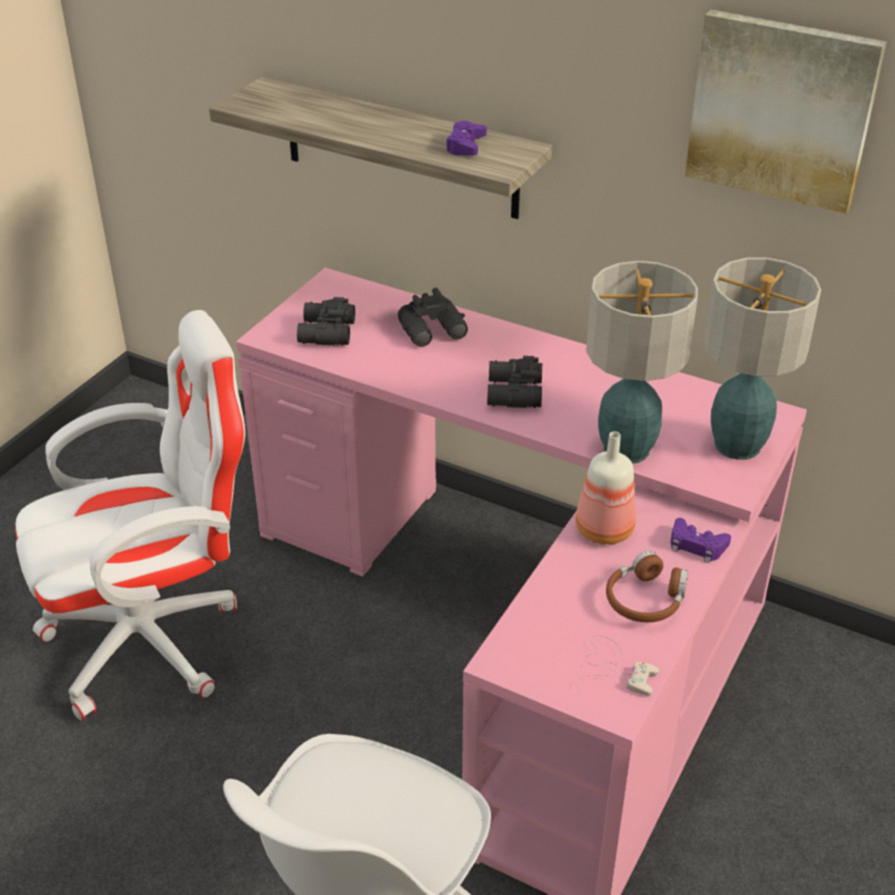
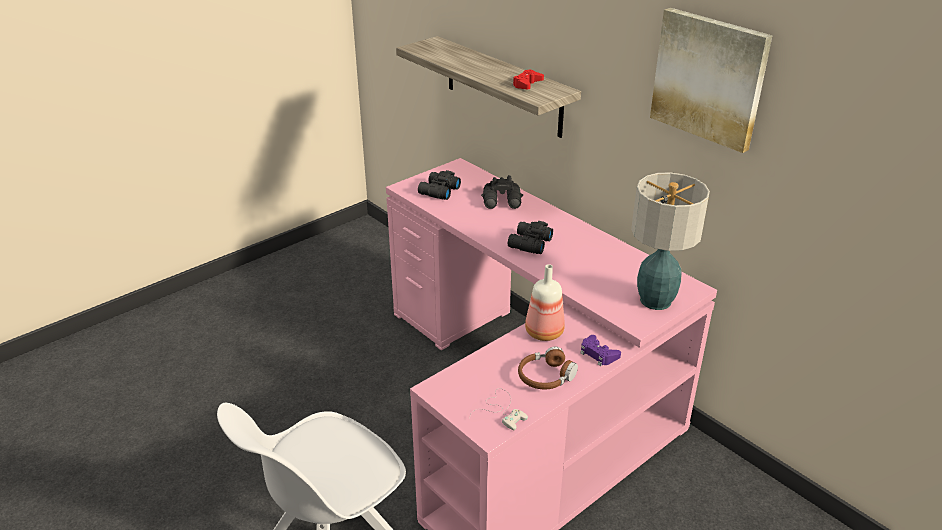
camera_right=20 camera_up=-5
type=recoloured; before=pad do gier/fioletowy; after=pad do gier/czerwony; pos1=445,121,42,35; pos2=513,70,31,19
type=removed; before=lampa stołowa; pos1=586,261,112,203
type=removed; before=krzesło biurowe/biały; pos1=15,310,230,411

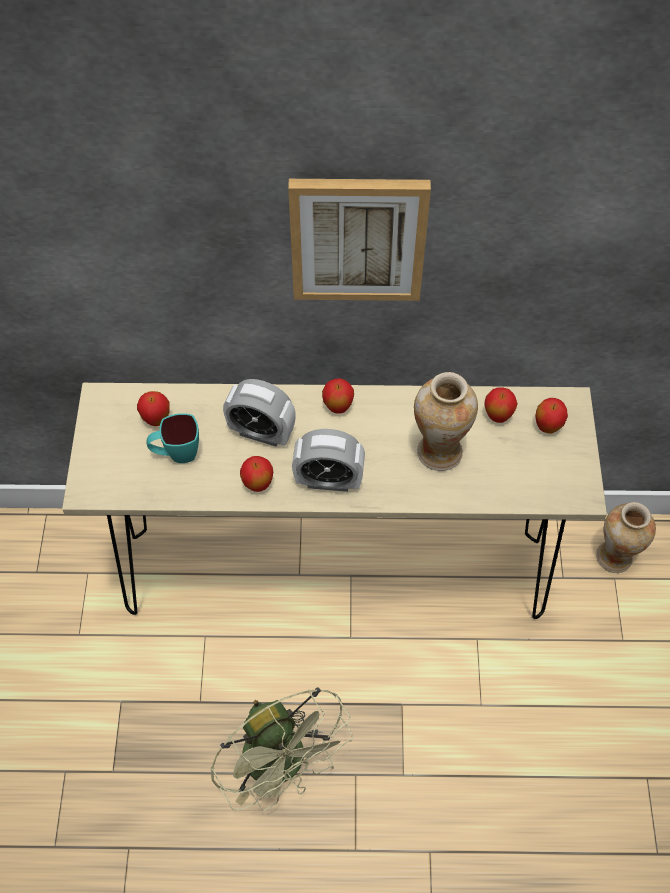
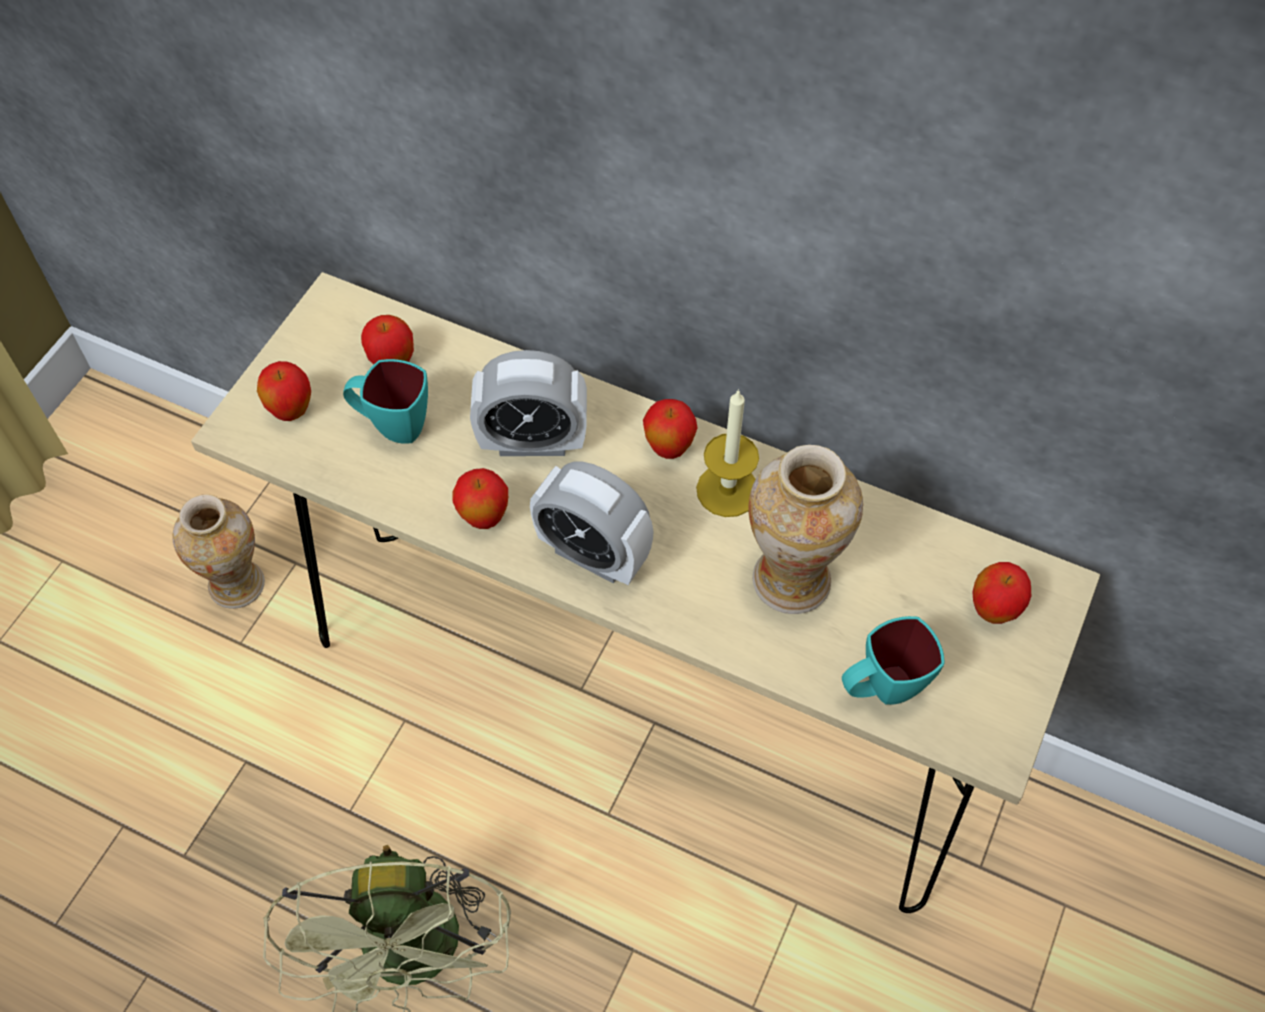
camera_right=25 camera_up=0
type=removed; before=obraz; pos1=288,179,143,122
type=turned; before=budzik; pos1=223,379,73,68; pos2=470,350,117,106; turn=-45
type=moved; before=jabłko; pos1=485,387,32,36; pos2=257,361,54,60
type=moved; before=wazon; pos1=596,502,60,71; pos2=172,494,93,115
type=added; after=świeca; pos2=696,389,63,128
type=added; after=kubek/turkusowy; pos2=842,616,103,89

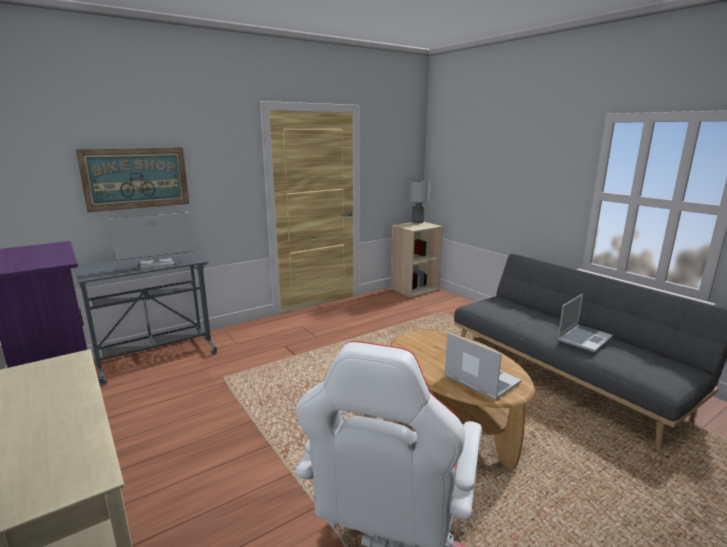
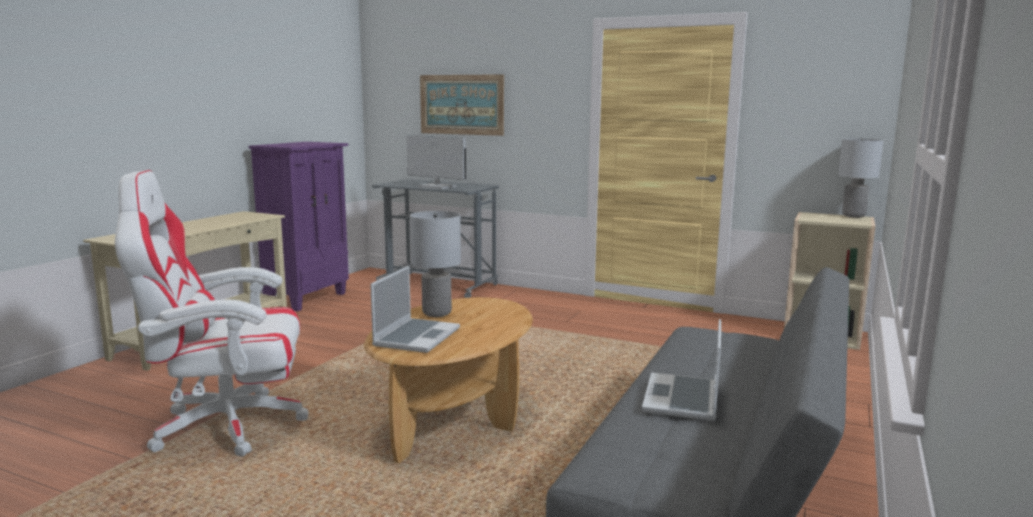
camera_right=60 camera_up=-5
type=turned; before=laptop; pos1=557,294,56,58; pos2=642,319,79,102; turn=90
type=added; after=lampa stołowa/szary; pos2=410,211,51,106

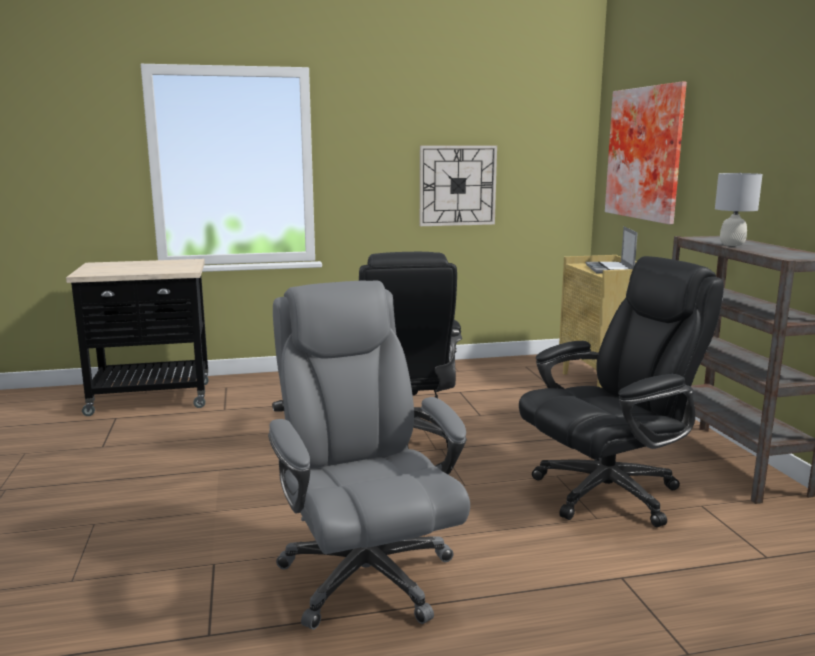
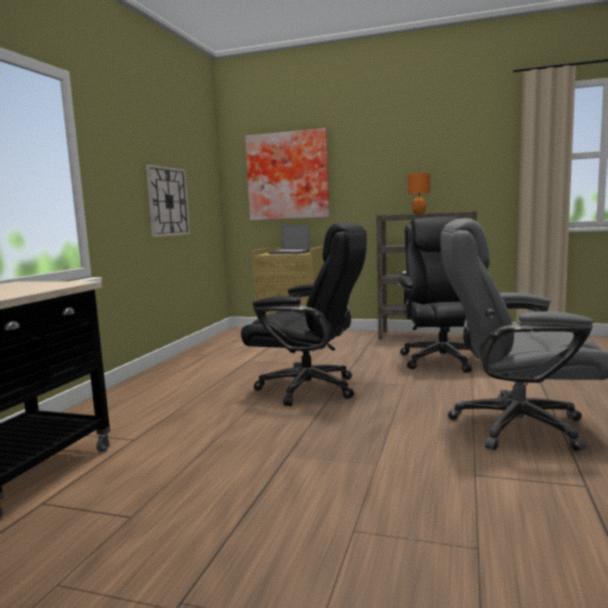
camera_right=-60 camera_up=-5
type=recoloured; before=lampa stołowa/szary; after=lampa stołowa/pomarańczowy; pos1=715,173,48,73; pos2=408,173,22,41

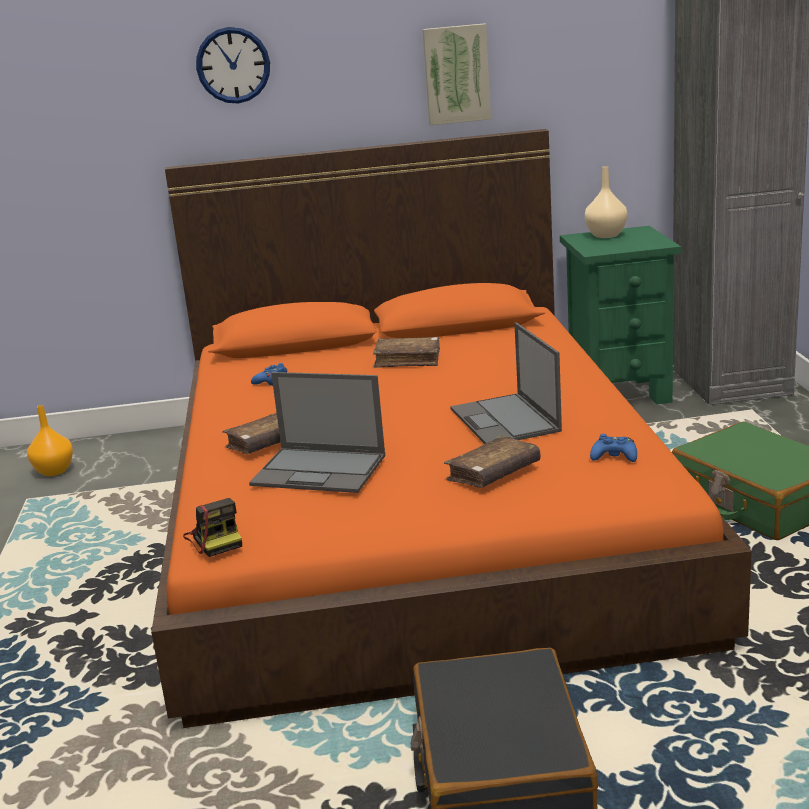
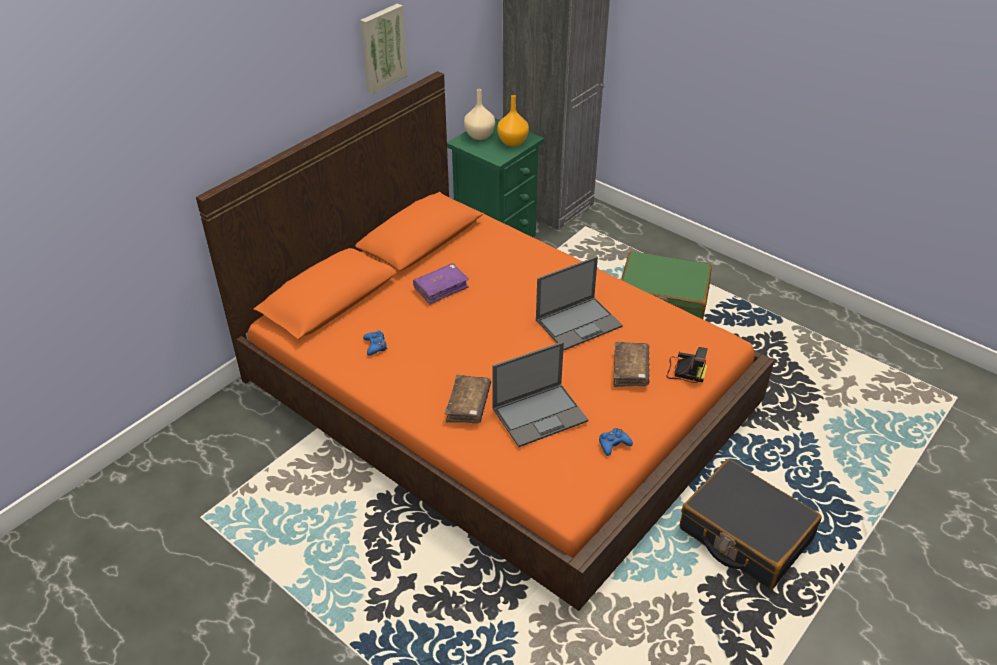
camera_right=-45 camera_up=20
type=removed; before=zegar ścienny; pos1=196,27,74,76
type=turned; before=laptop; pos1=450,323,112,121; pos2=536,256,87,94; turn=-60
type=recoloured; before=książka/brązowy; after=książka/fioletowy; pos1=373,337,67,31; pos2=413,263,56,42
type=moved; before=wazon/pomarańczowy; pos1=27,405,46,71; pos2=497,95,32,52
type=moved; before=pad do gier/niebieski; pos1=590,434,47,28; pos2=599,428,34,28
type=moved; before=aparat fotograficzny; pos1=183,498,59,59; pos2=666,347,42,36

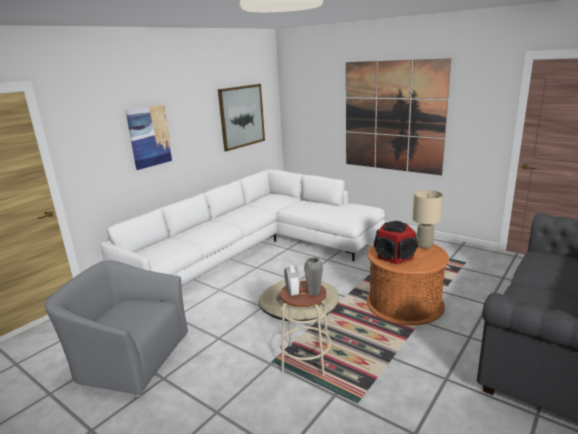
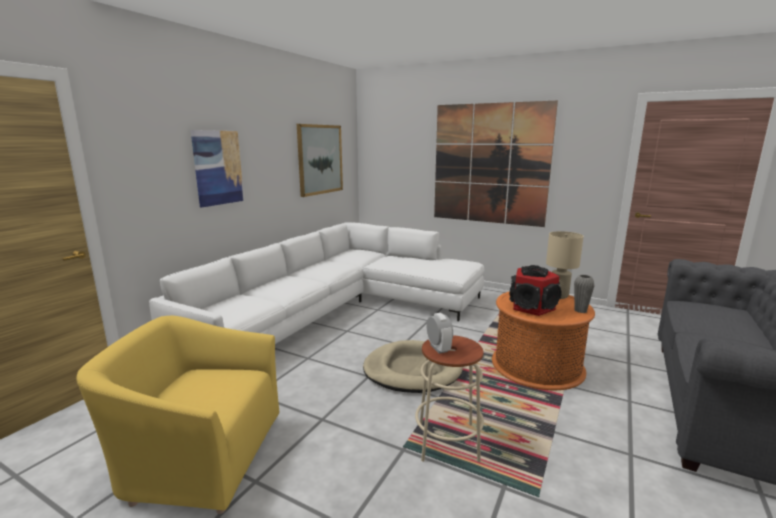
camera_right=-10 camera_up=-5
type=moved; before=wazon/szary; pos1=304,257,19,39; pos2=574,275,20,38
type=recoloured; before=fotel/szary; after=fotel/żółty; pos1=45,260,143,137; pos2=76,316,203,198

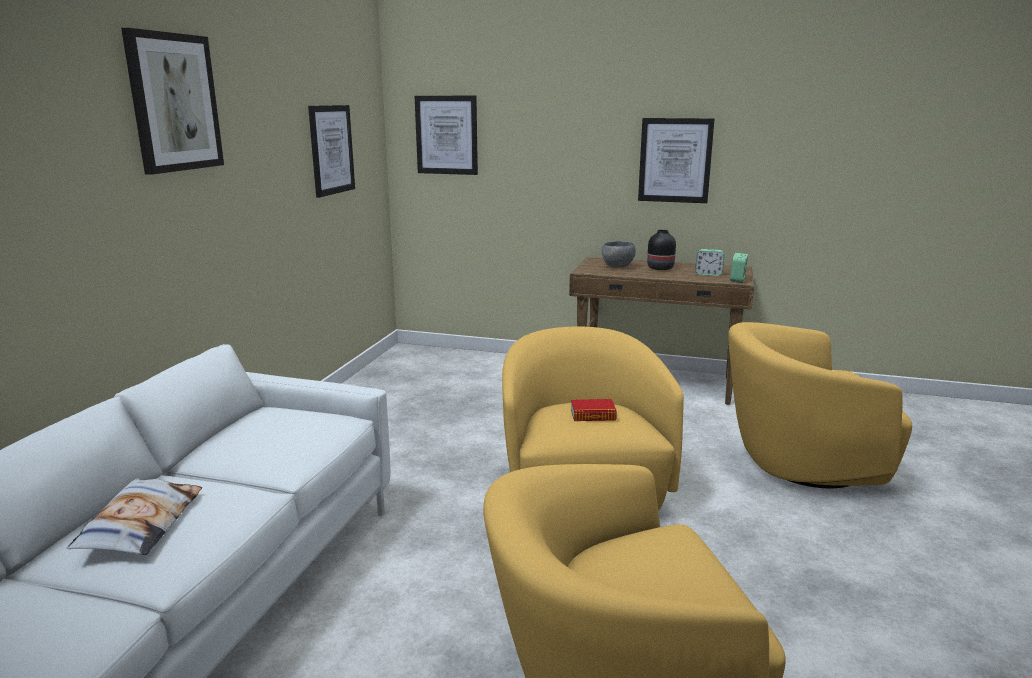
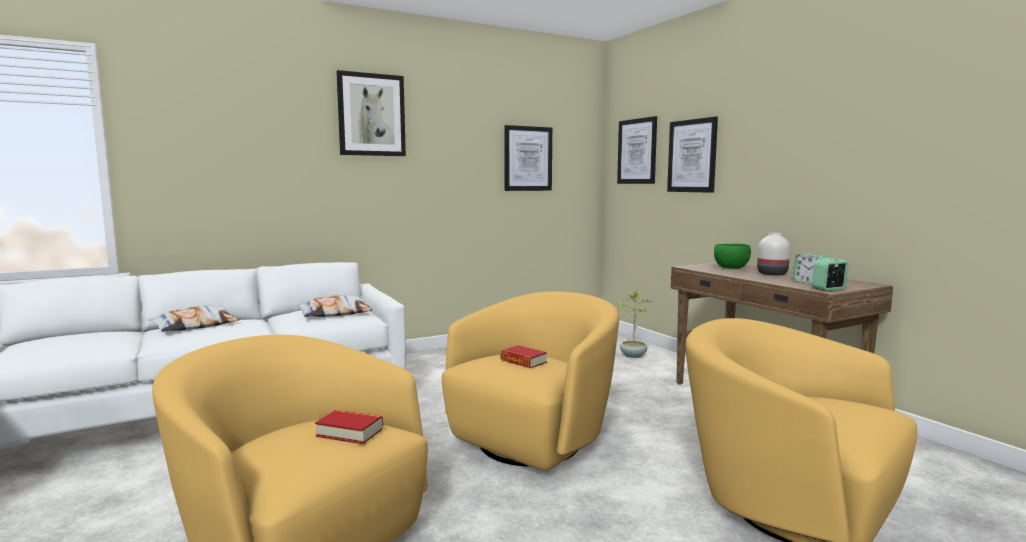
camera_right=45 camera_up=-10
type=moved; before=obraz; pos1=638,118,77,85; pos2=667,117,51,76
type=recoloured; before=wazon/czarny; after=wazon/biały; pos1=647,230,29,40; pos2=757,233,33,42
type=recoloured; before=miska/szary; after=miska/zielony; pos1=602,241,34,27; pos2=714,244,37,25
type=added; after=roślina doniczkowa; pos2=616,290,37,68
type=added; after=poduszka; pos2=297,295,75,22
type=added; after=książka; pos2=315,410,68,34

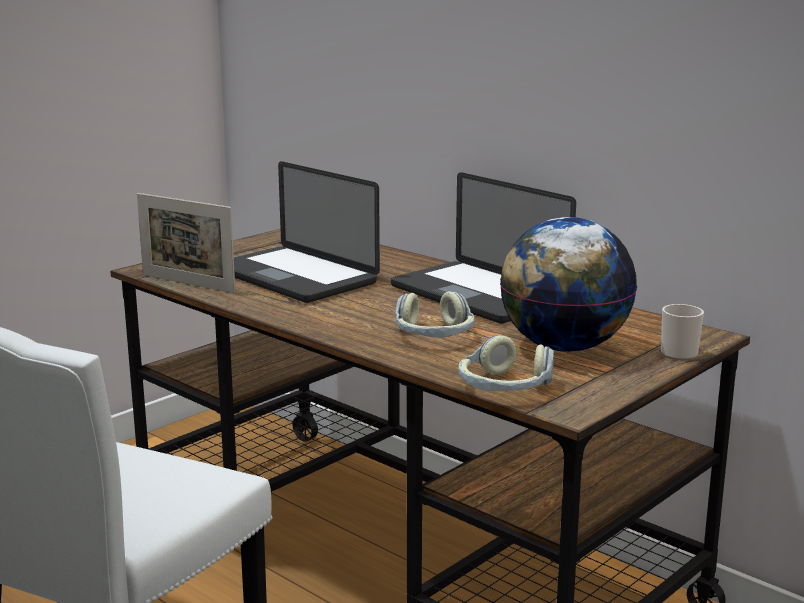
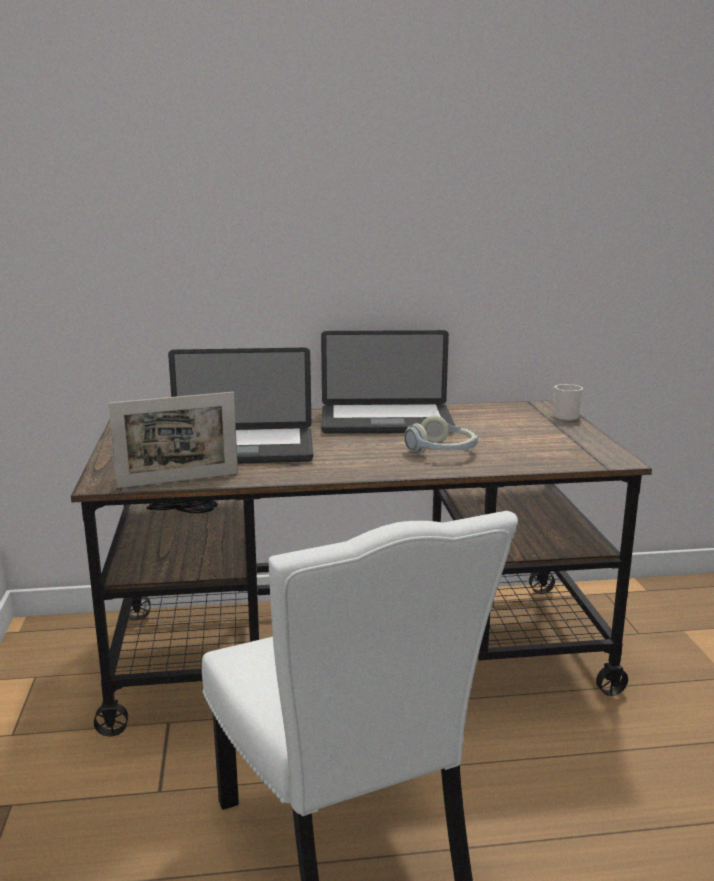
camera_right=-50 camera_up=0
type=removed; before=globus; pos1=500,217,137,135
type=removed; before=słuchawki; pos1=458,335,96,56

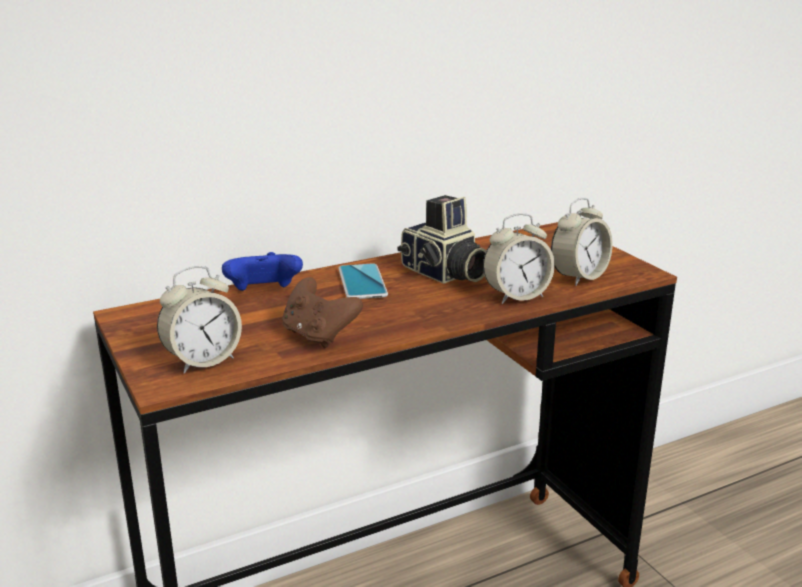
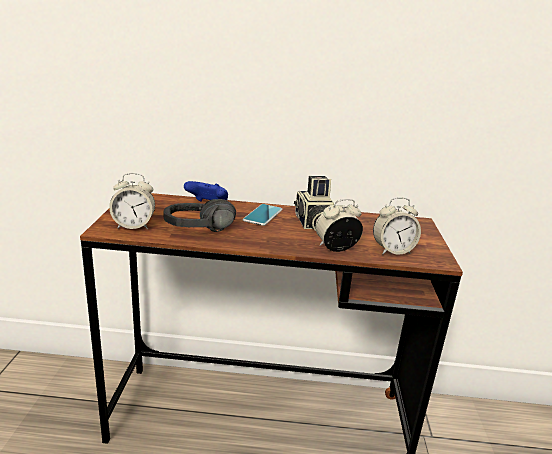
camera_right=30 camera_up=0
type=turned; before=budzik; pos1=483,213,72,91; pos2=315,199,48,53; turn=150
type=replaced; before=pad do gier/brązowy; after=słuchawki/czarny; pos1=282,277,81,71; pos2=164,199,72,33

